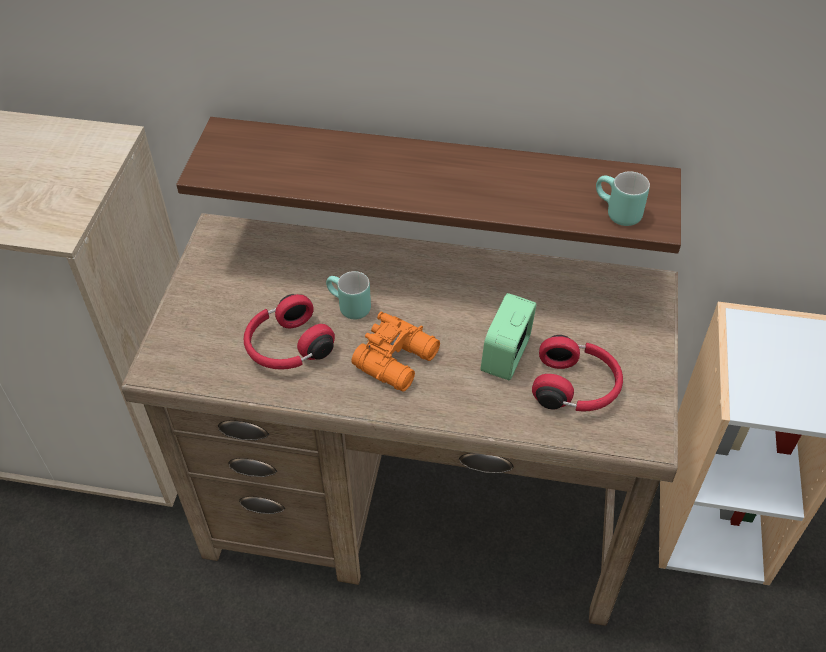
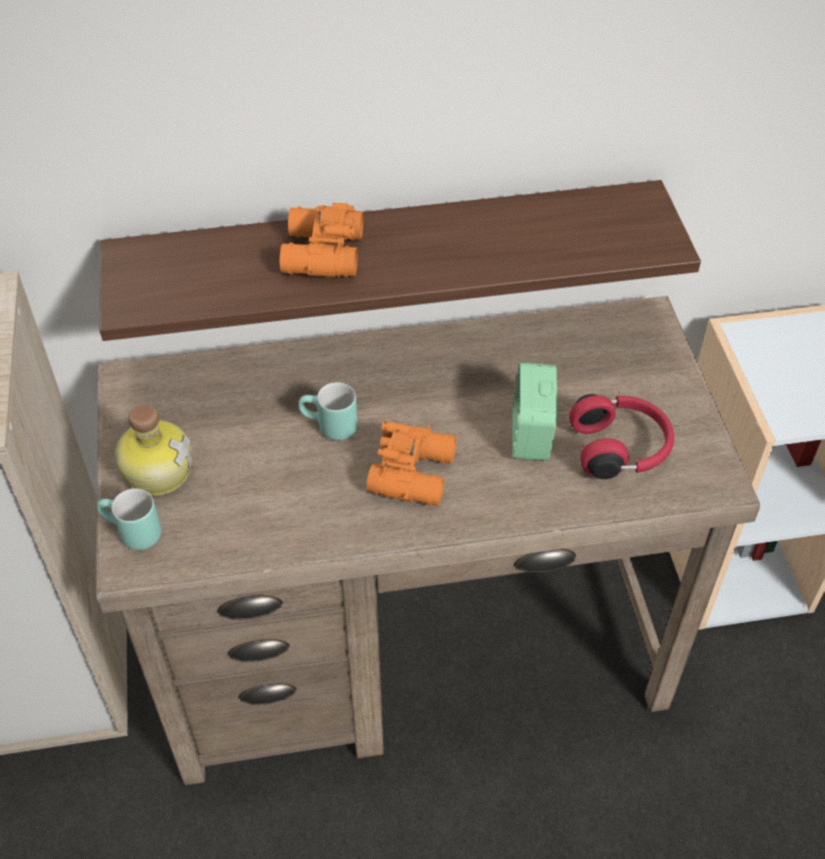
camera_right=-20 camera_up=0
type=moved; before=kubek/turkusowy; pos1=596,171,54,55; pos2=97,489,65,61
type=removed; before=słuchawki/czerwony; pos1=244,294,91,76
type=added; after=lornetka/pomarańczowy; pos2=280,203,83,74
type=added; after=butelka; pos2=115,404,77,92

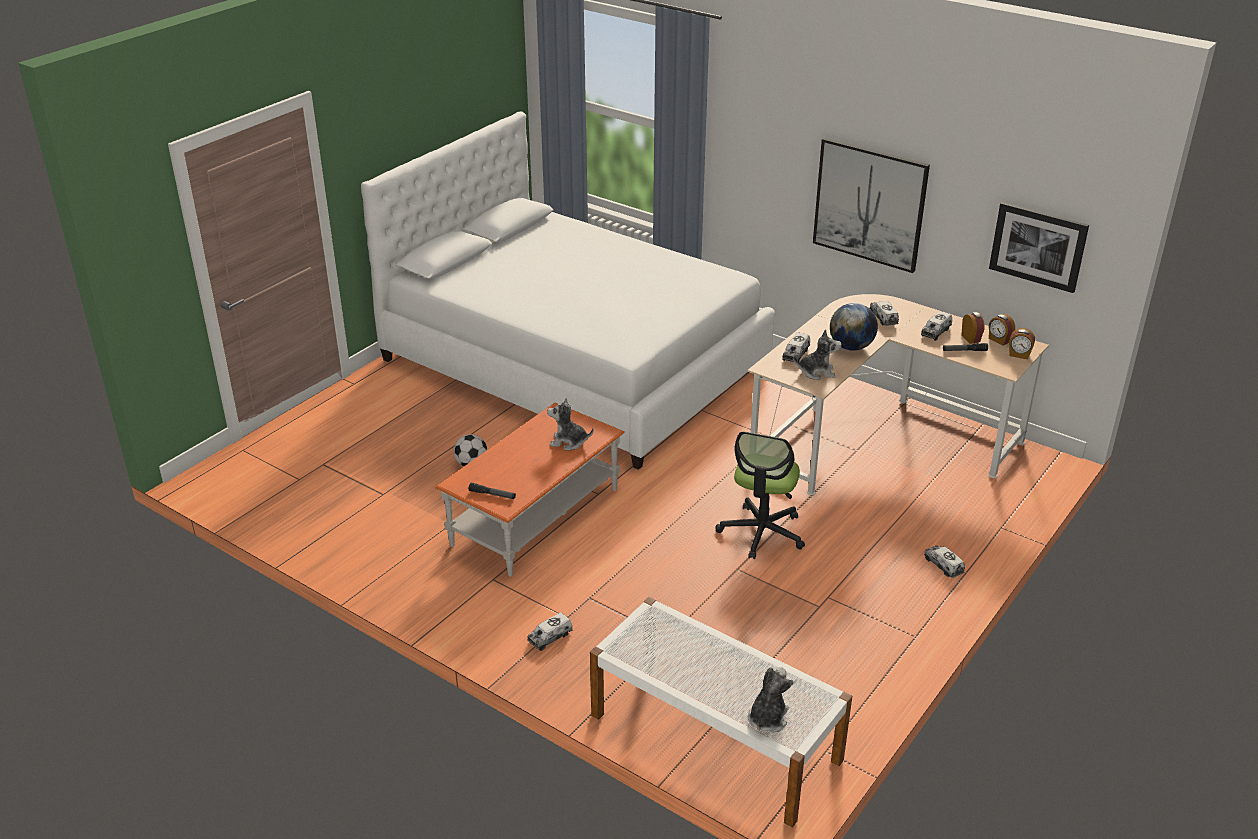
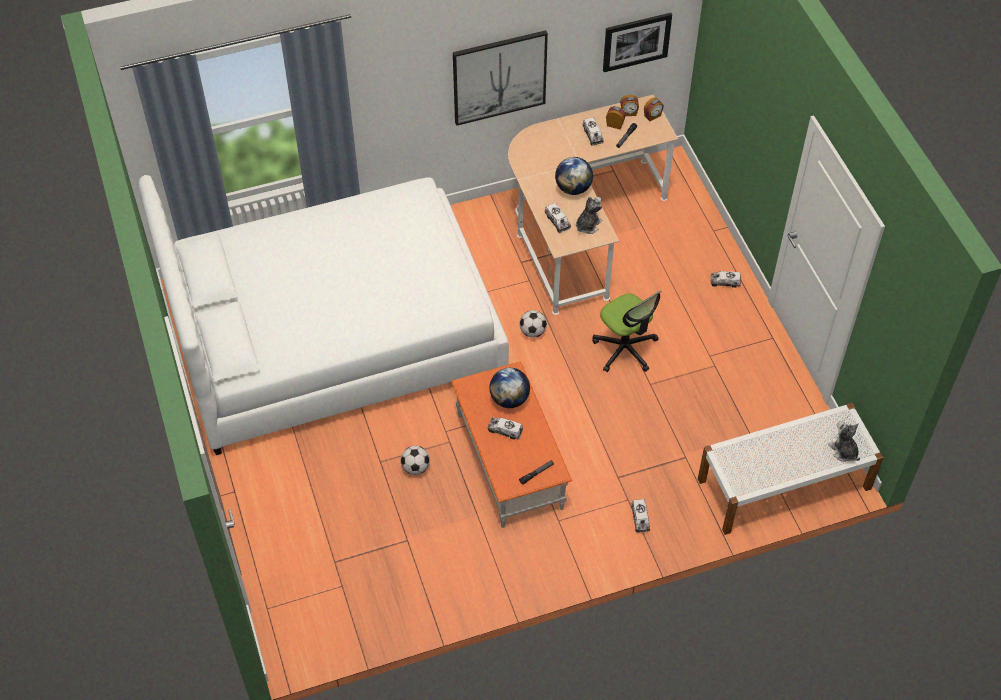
camera_right=-55 camera_up=20
type=moved; before=ciężarówka zabawkowa; pos1=870,301,29,25; pos2=488,417,35,23
type=replaced; before=pluszak; after=globus; pos1=547,398,46,53; pos2=489,368,41,40
type=added; after=piłka futbolowa; pos2=520,310,27,28

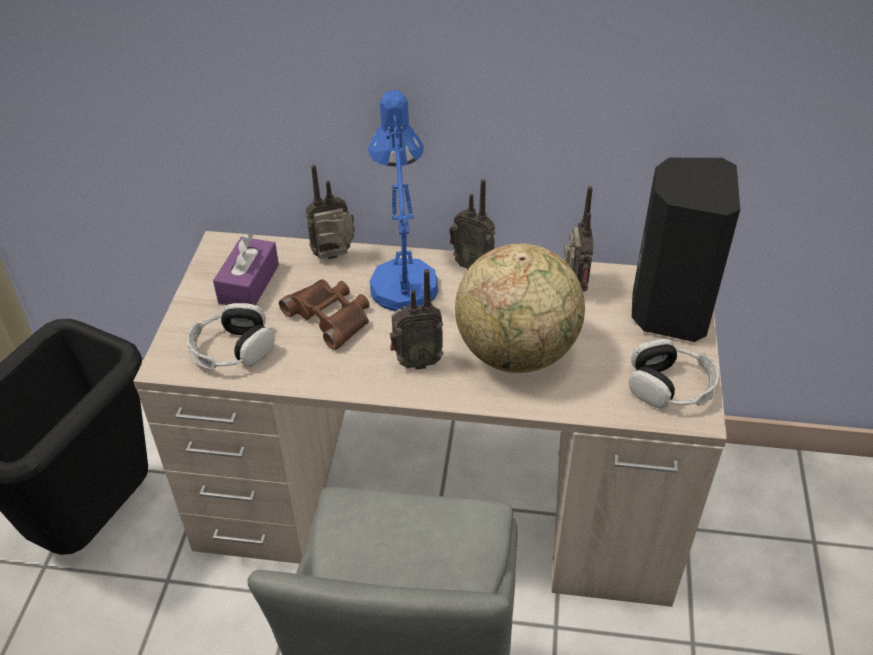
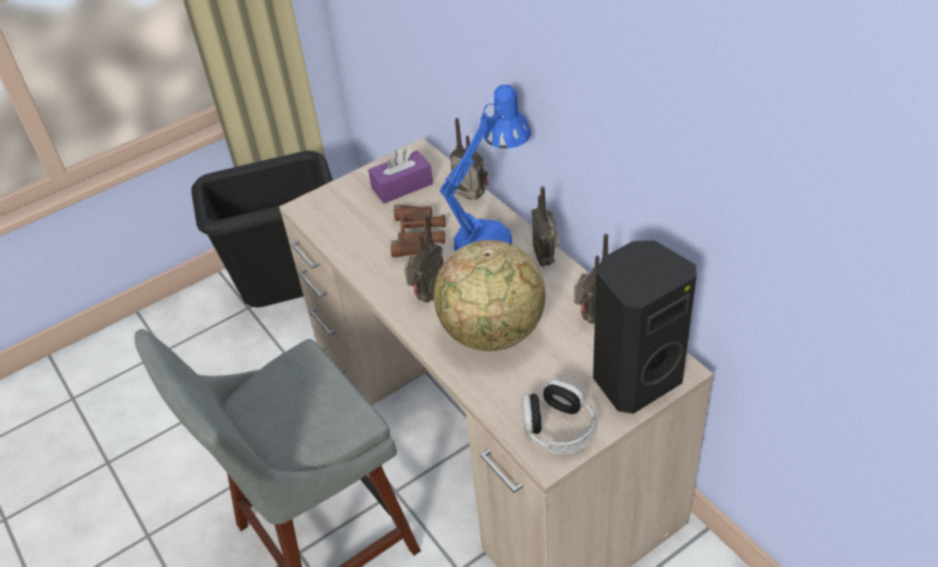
camera_right=50 camera_up=0
type=turned; before=radio; pos1=390,269,53,101; pos2=404,214,40,88; turn=-90
type=removed; before=słuchawki; pos1=187,303,87,67

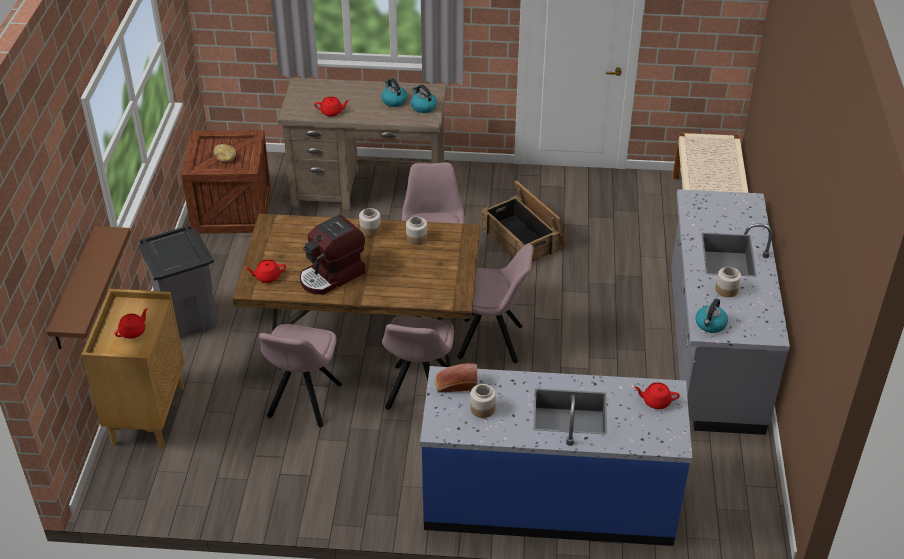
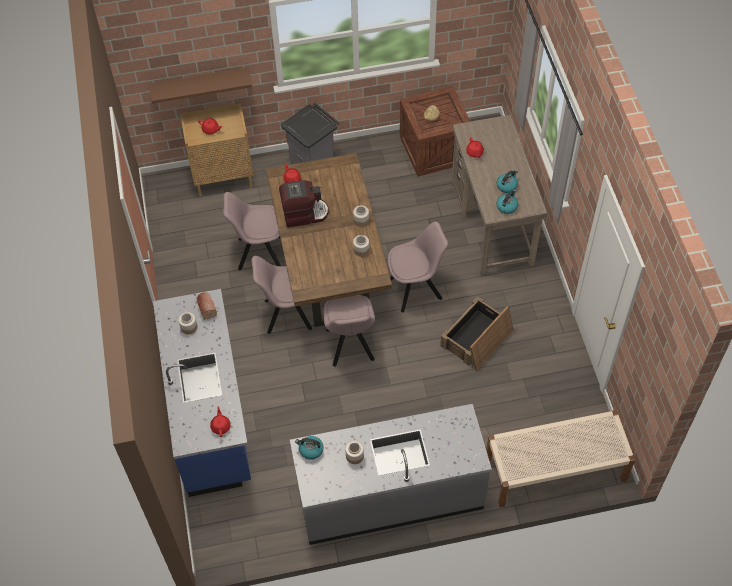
camera_right=75 camera_up=15
type=turned; before=ekspres do kawy; pos1=300,215,65,80; pos2=279,180,50,48; turn=135

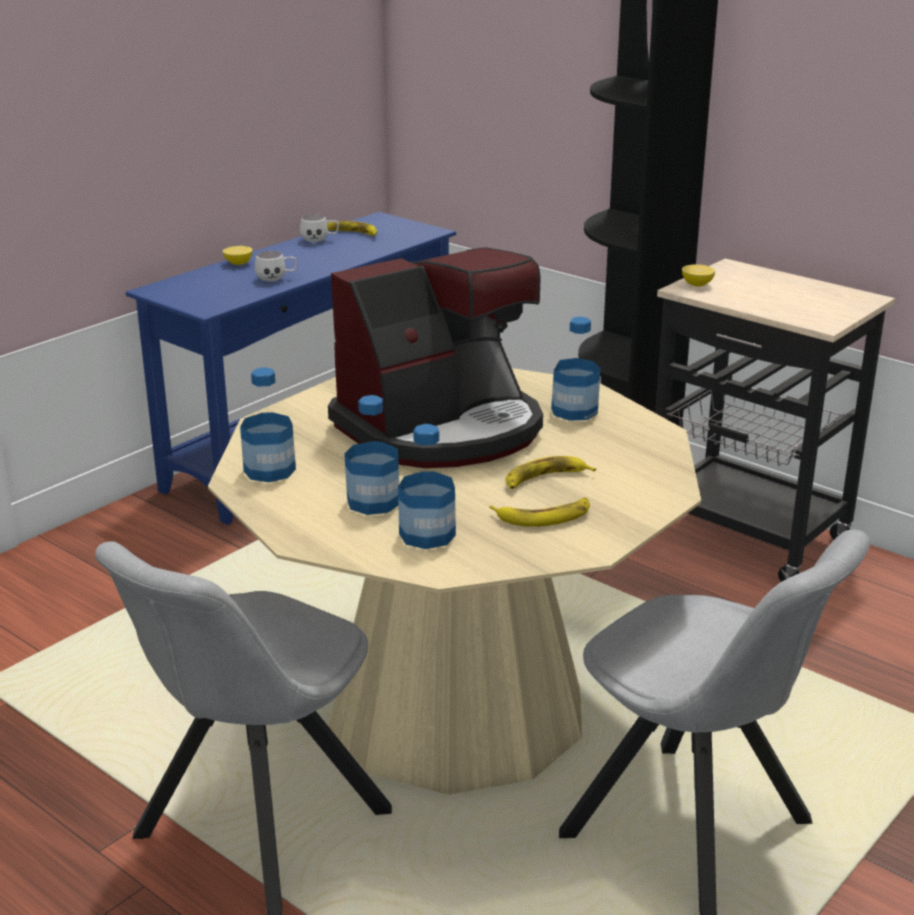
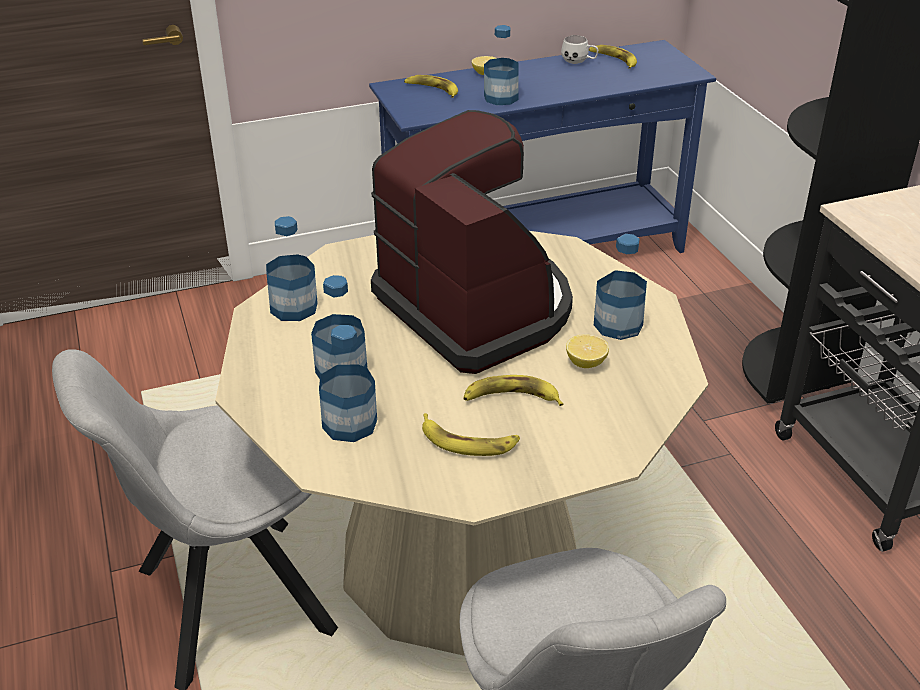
camera_right=30 camera_up=10
type=turned; before=ekspres do kawy; pos1=328,247,215,221; pos2=371,110,202,264; turn=-120
type=replaced; before=kubek/biały; after=butelka; pos1=255,251,42,31; pos2=484,25,35,80
type=moved; before=cytryna; pos1=682,264,33,23; pos2=566,334,43,34
type=added; after=banan; pos2=404,75,54,23

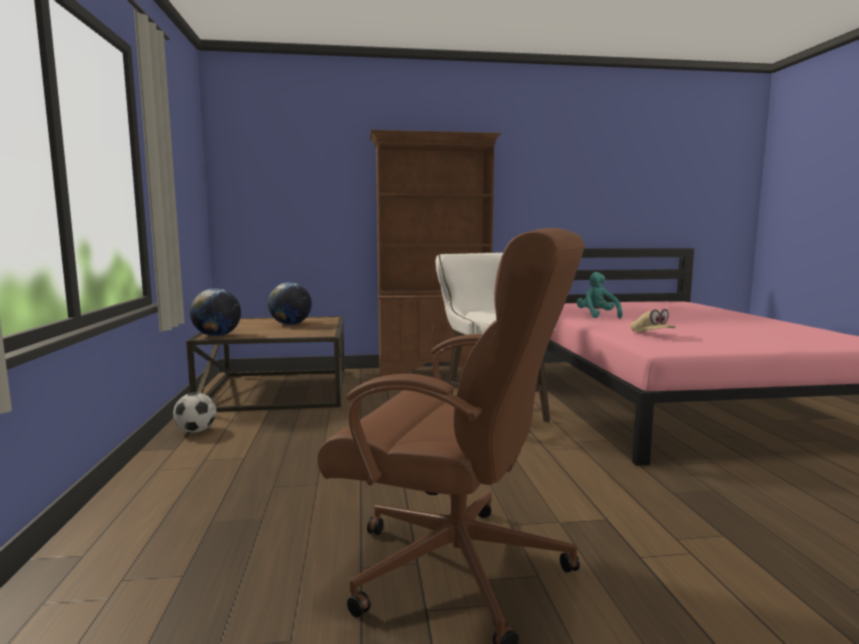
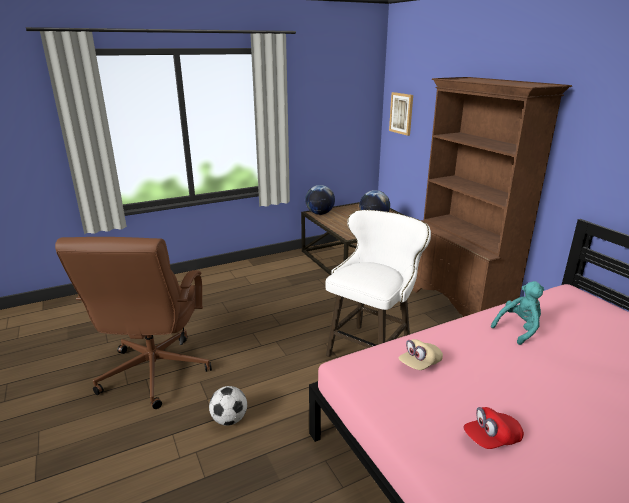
camera_right=70 camera_up=15
type=moved; before=piłka futbolowa; pos1=173,392,43,41; pos2=209,386,38,39
type=added; after=obraz; pos2=389,92,24,44
type=added; after=czapka z daszkiem/czerwony; pos2=464,407,60,42

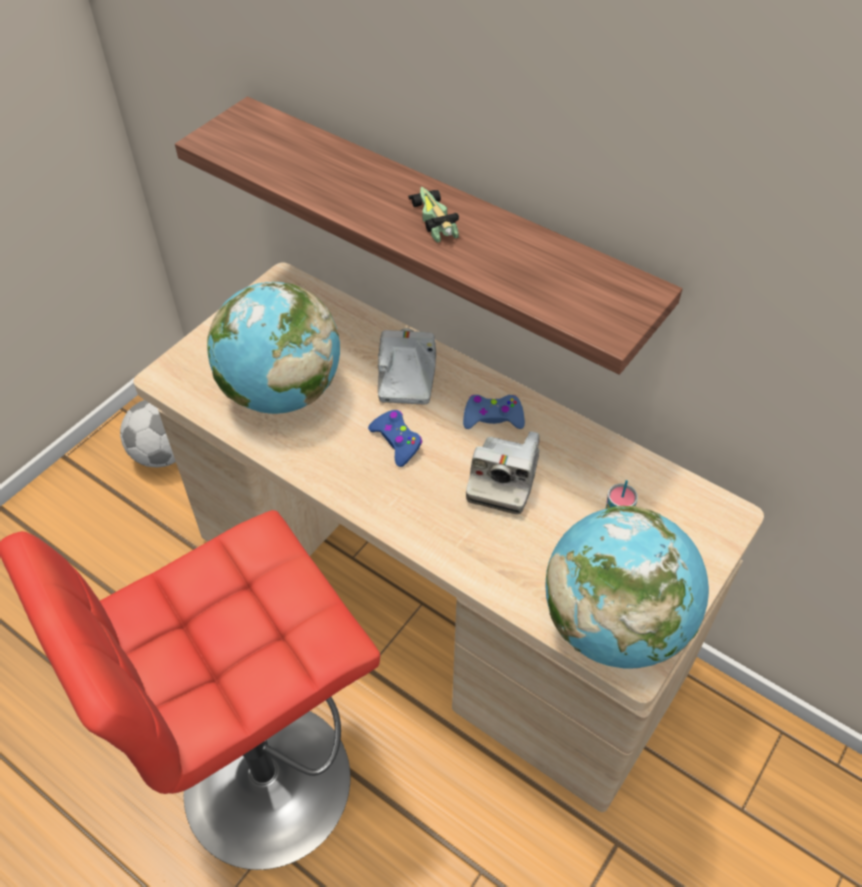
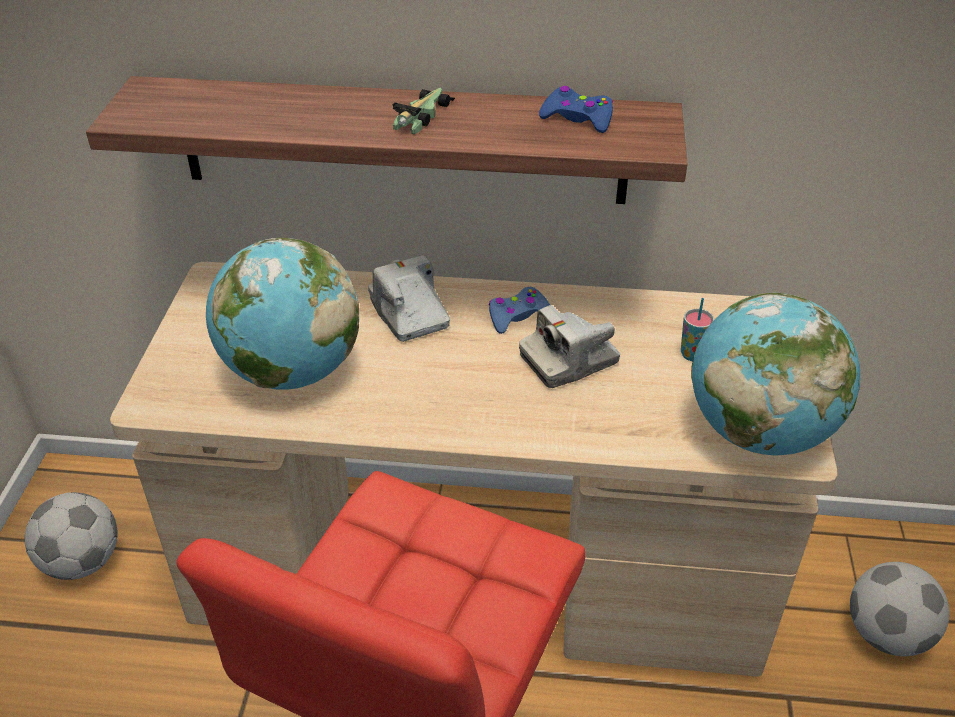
camera_right=-30 camera_up=-10
type=turned; before=samochodzik; pos1=408,187,51,56; pos2=392,88,63,46; turn=75
type=moved; before=pad do gier/niebieski; pos1=368,410,54,57; pos2=539,86,74,47
type=turned; before=aparat fotograficzny; pos1=466,431,74,83; pos2=519,305,102,83; turn=75
type=added; after=piłka futbolowa; pos2=850,562,100,94

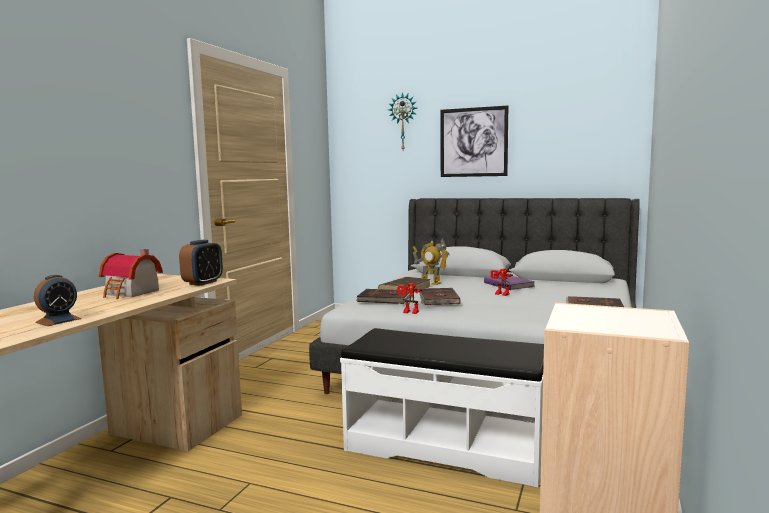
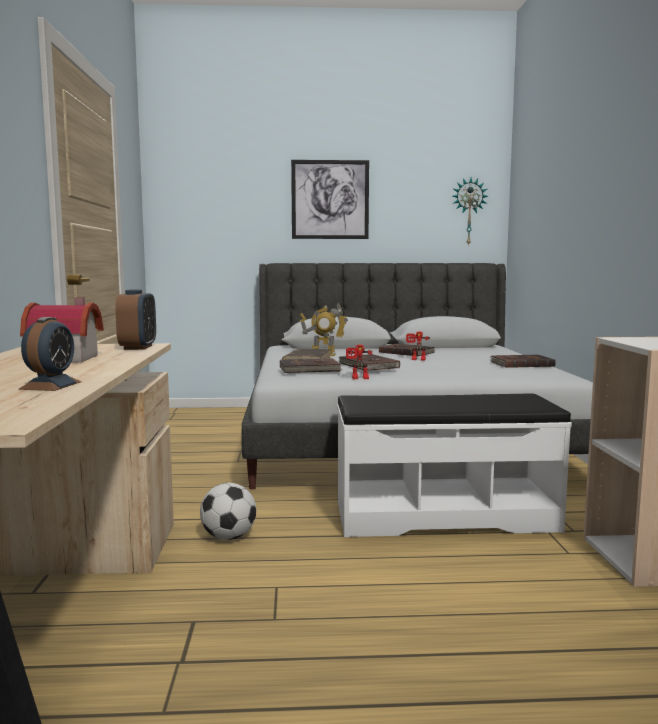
camera_right=-25 camera_up=0
type=moved; before=zegar ścienny; pos1=389,92,28,58; pos2=452,178,36,68
type=recoloured; before=książka/fioletowy; after=książka/brązowy; pos1=484,276,51,14; pos2=379,344,56,12
type=added; after=piłka futbolowa; pos2=200,483,56,57

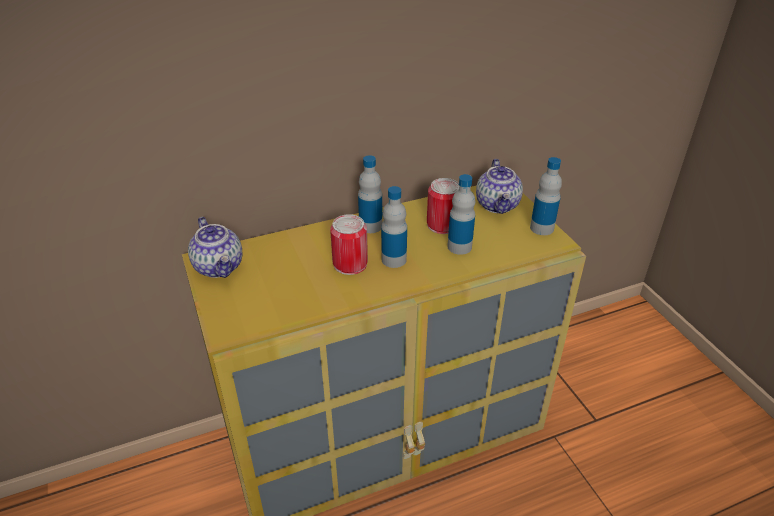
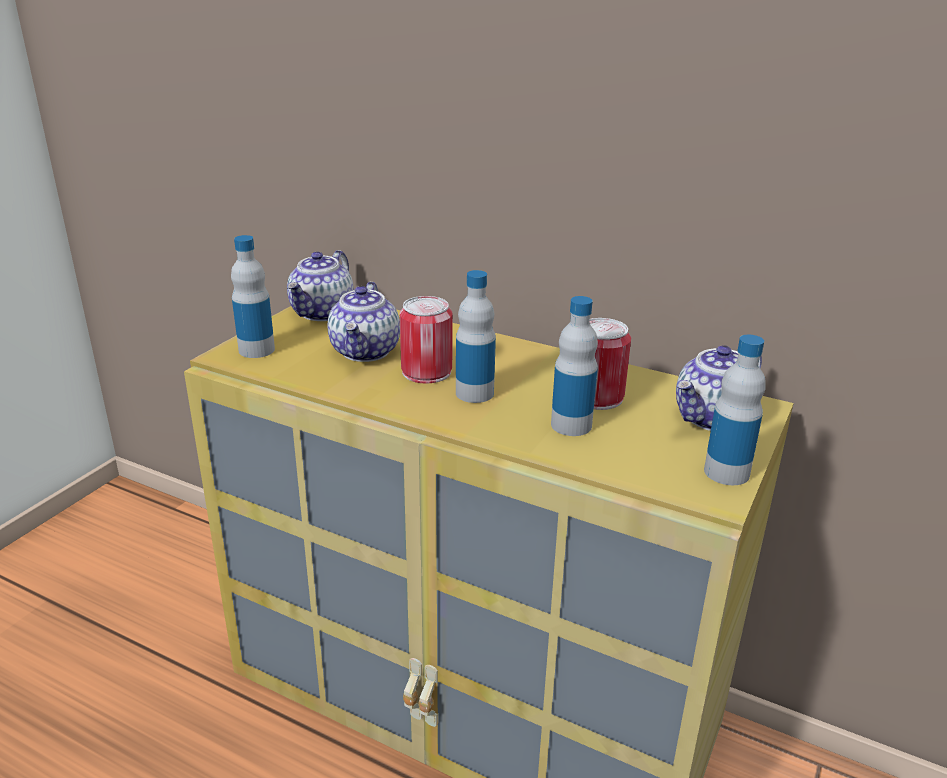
camera_right=50 camera_up=-10
type=moved; before=butelka; pos1=358,155,24,78; pos2=231,235,44,123
type=added; after=imbryk; pos2=328,282,72,80

